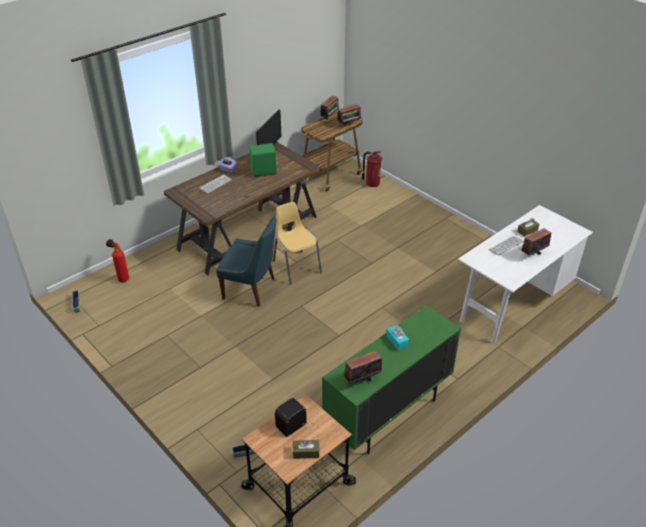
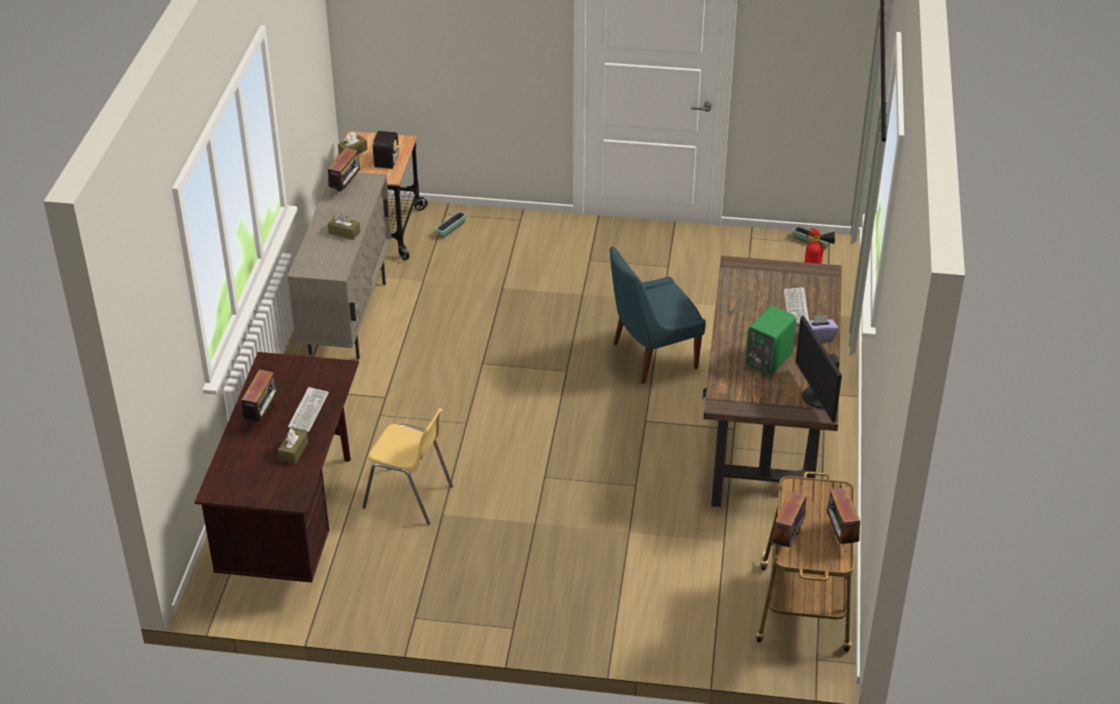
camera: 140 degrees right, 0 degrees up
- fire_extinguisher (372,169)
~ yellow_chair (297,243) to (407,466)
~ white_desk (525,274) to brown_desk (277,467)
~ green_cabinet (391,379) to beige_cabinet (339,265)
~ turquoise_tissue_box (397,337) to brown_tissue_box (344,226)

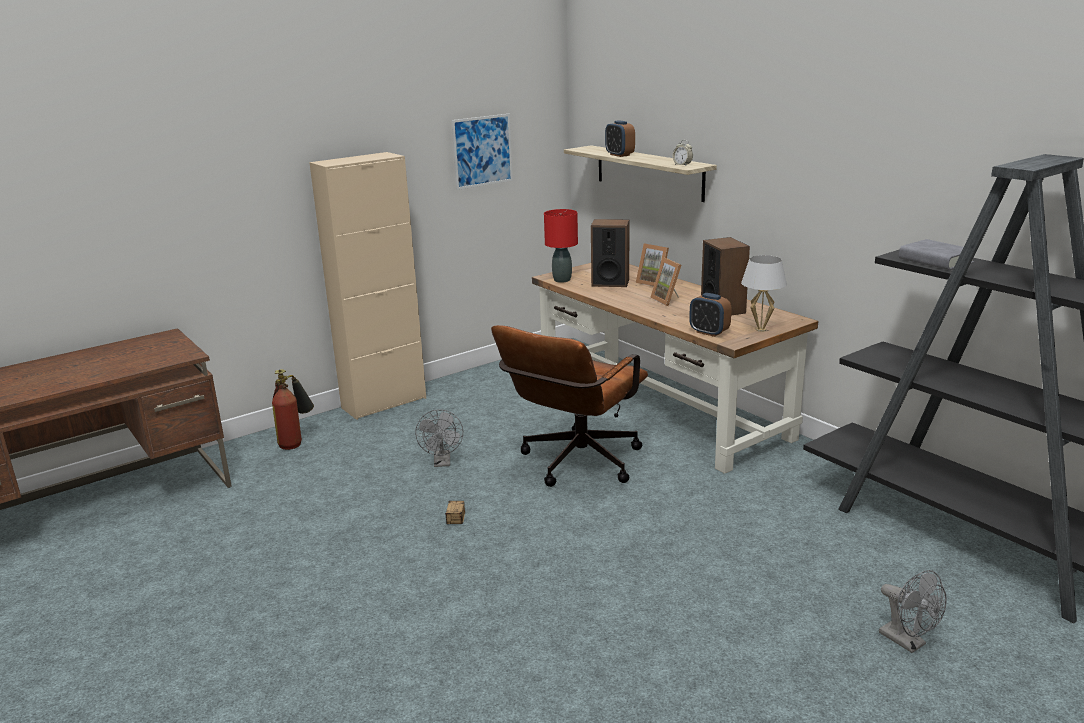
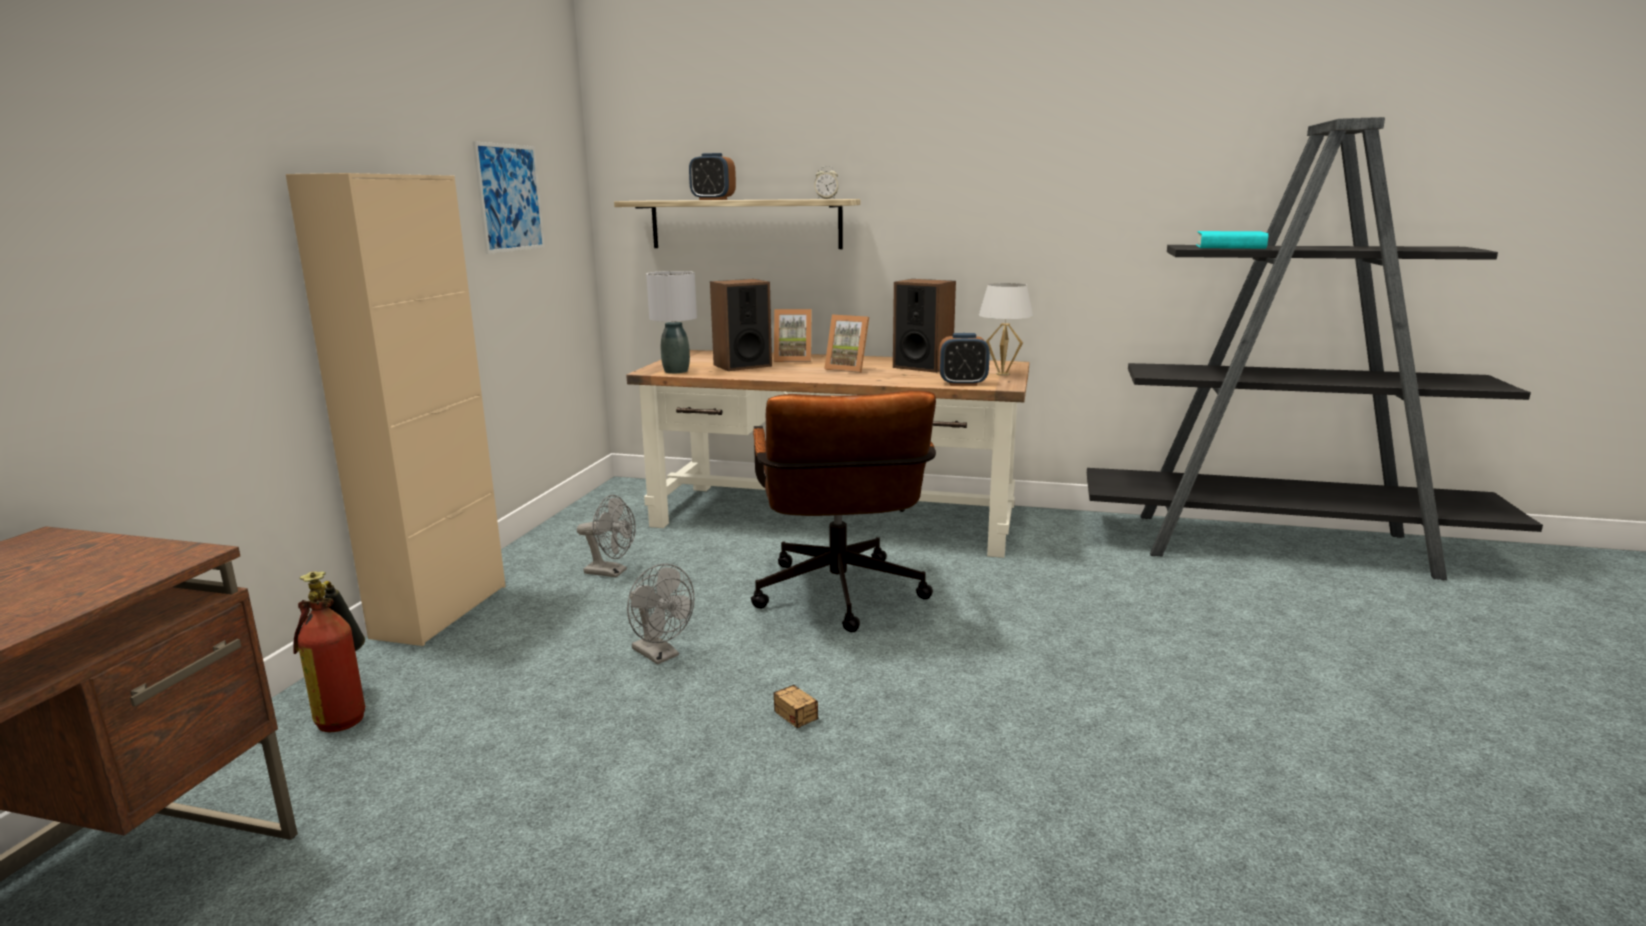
camera: 40 degrees left, 5 degrees down
~ red_table_lamp (561,246) to grey_table_lamp (671,322)
~ grey_book (936,254) to turquoise_book (1232,240)
~ grey_fan (913,611) to (606,536)

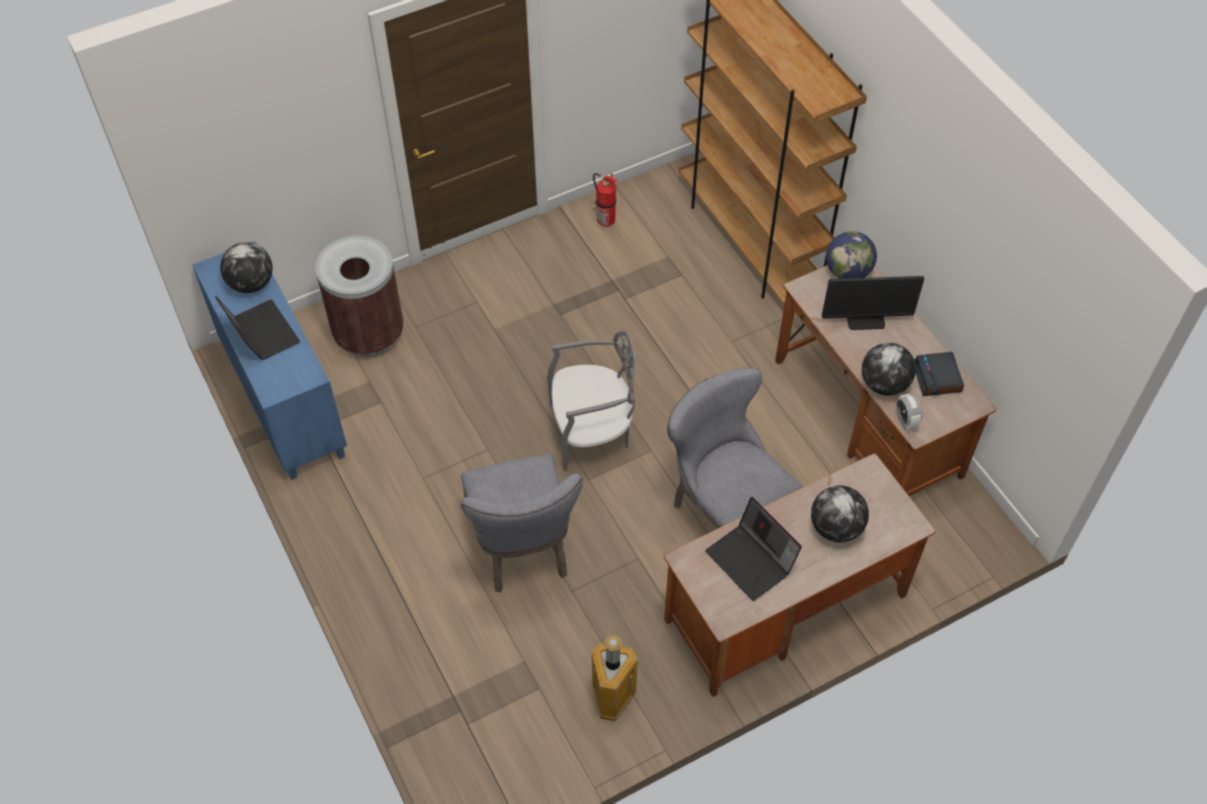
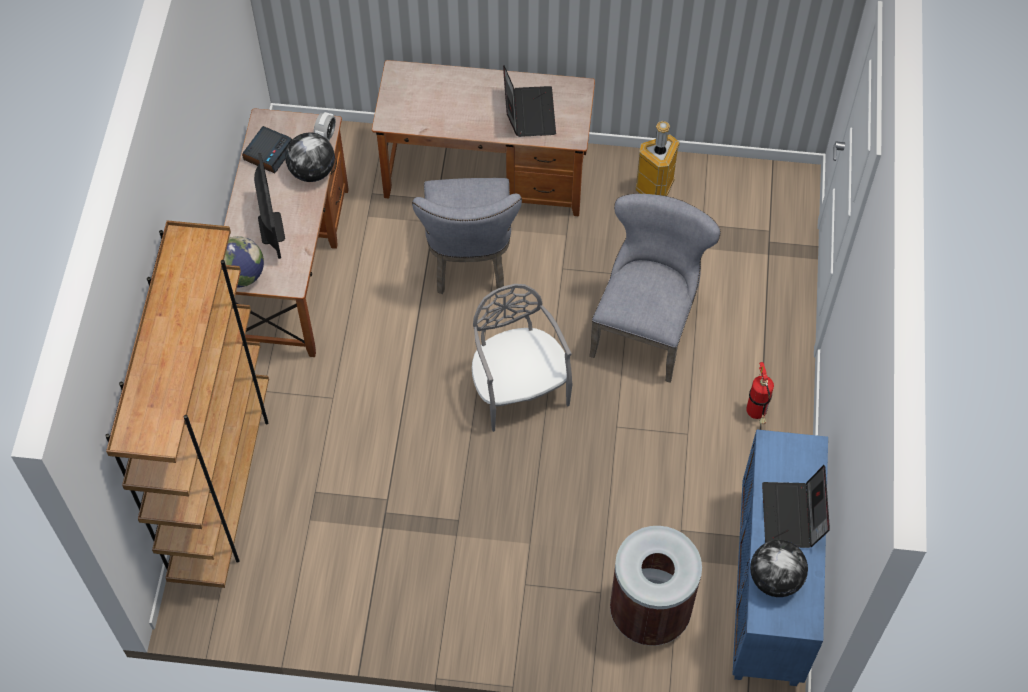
camera: 145 degrees left, 5 degrees up
~ fire_extinguisher (604,199) to (760,393)
~ monitor (873,303) = (269,206) 45 degrees clockwise
~ grey_chair (591,401) = (522,358) 45 degrees clockwise
- globe (840,514)

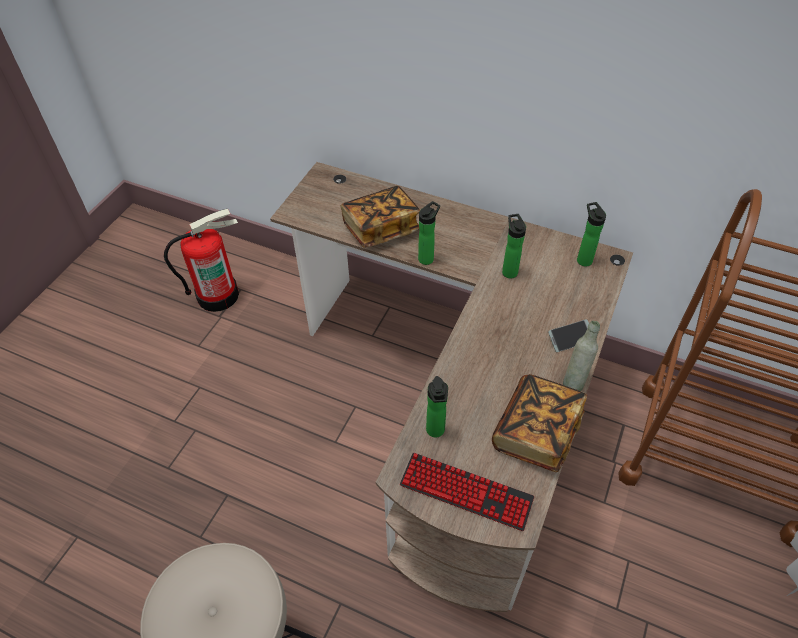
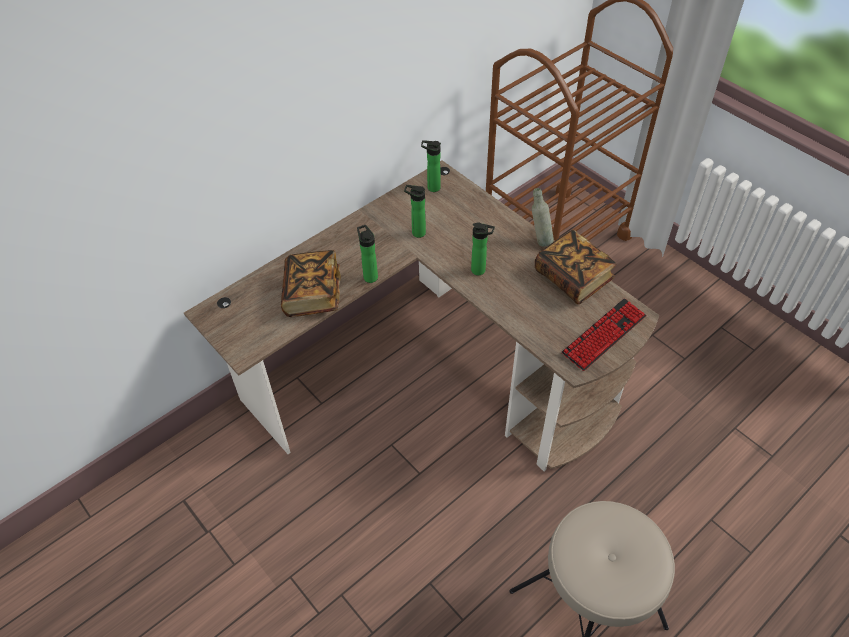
camera: 65 degrees left, 0 degrees up
- fire_extinguisher (201,260)
- phone (568,335)
~ bottle (437,407) to (483,248)

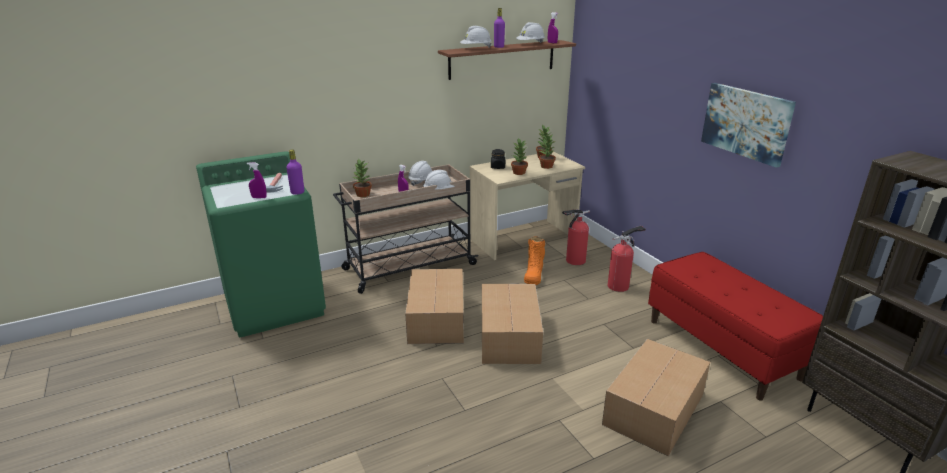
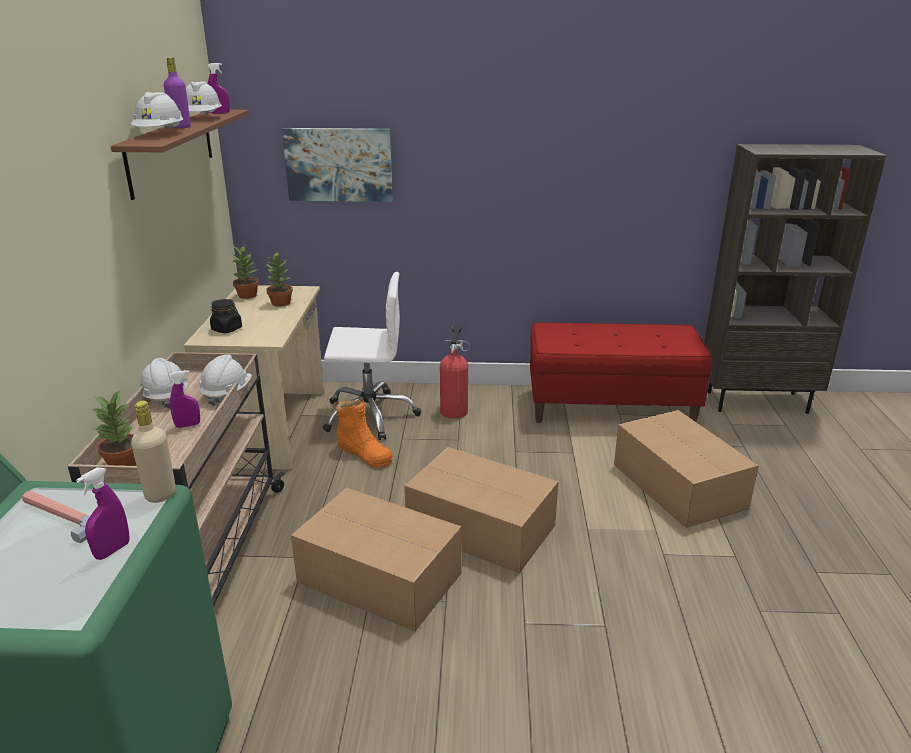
camera: 60 degrees left, 0 degrees up
~ picture (748,125) to (337,165)
- potted_plant (519,156)
~ purple_bottle (295,172) to beige_bottle (153,452)
~ fire_extinguisher (576,237) to white_office_chair (372,356)

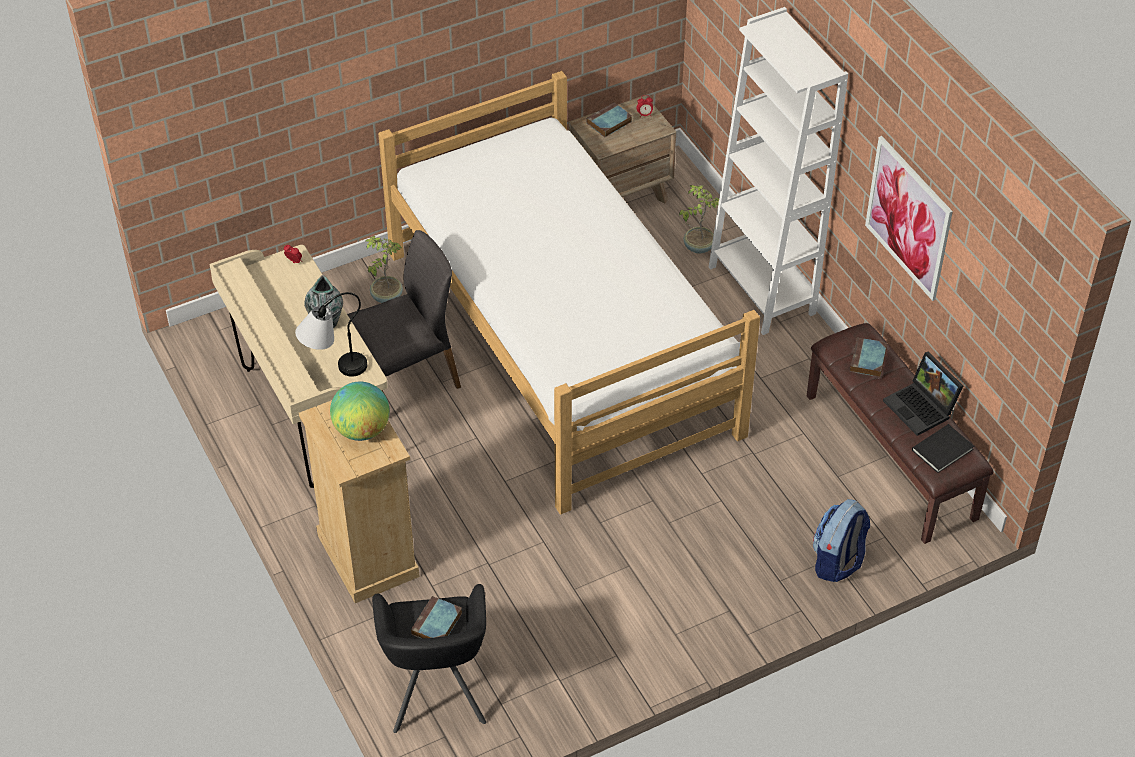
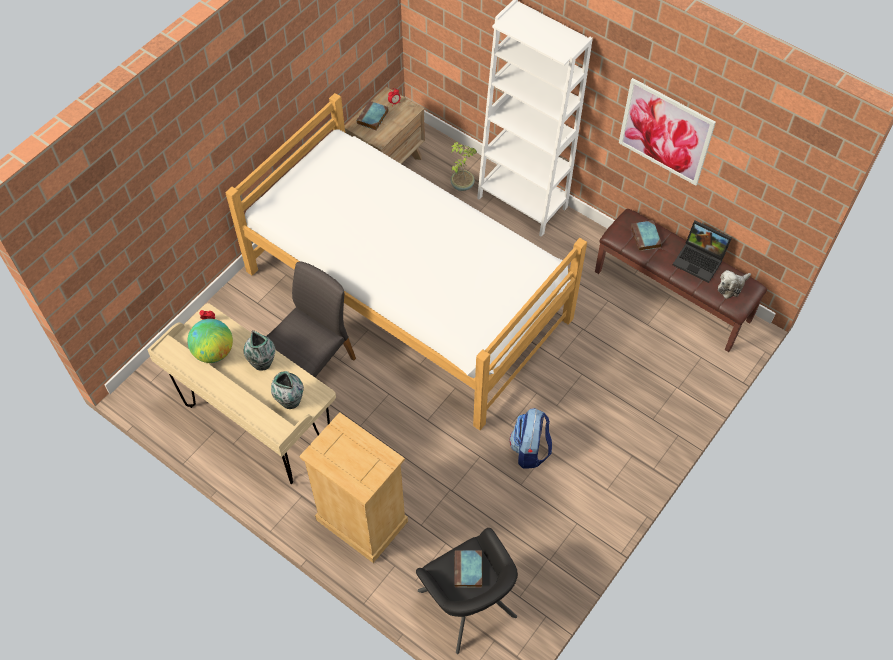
camera: 25 degrees left, 10 degrees up
- potted_plant (384,269)
~ table_lamp (331,334) to vase (287,390)
~ globe (360,411) to (210,341)
~ black_book (943,448) to plush_toy (734,284)
~ backpack (841,540) to (531,438)

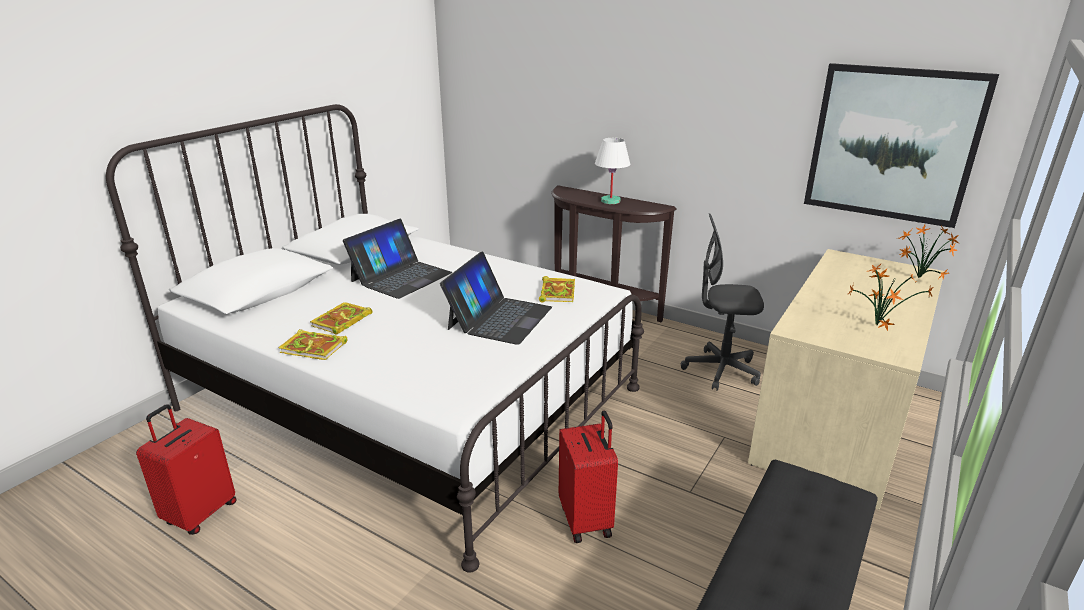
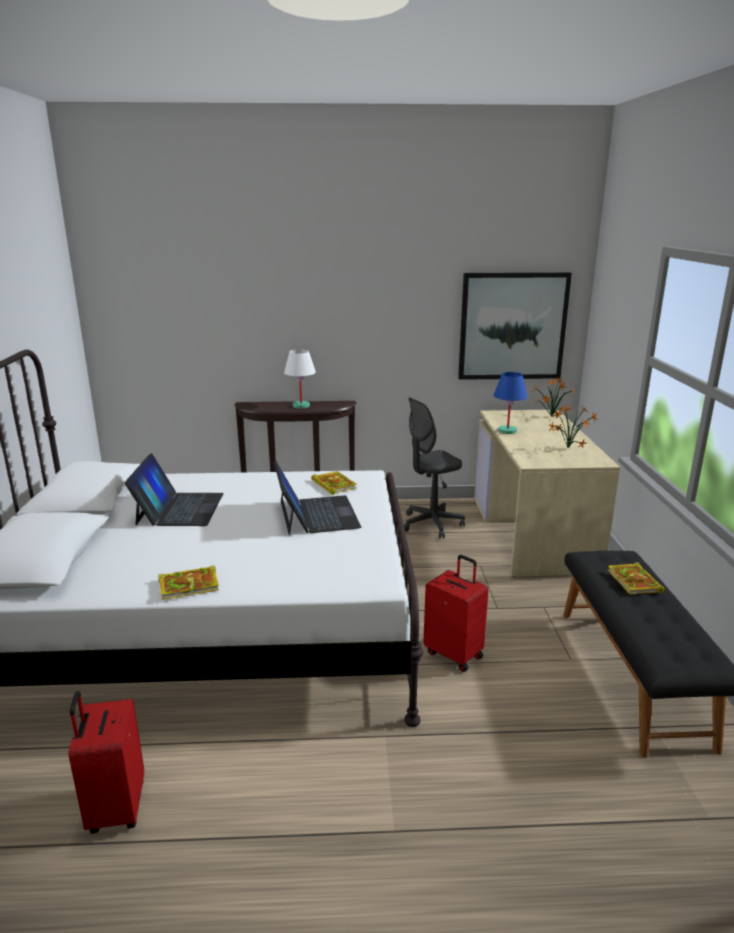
camera: 35 degrees left, 5 degrees down
~ book (341,318) to (636,578)
+ blue_table_lamp (510,403)

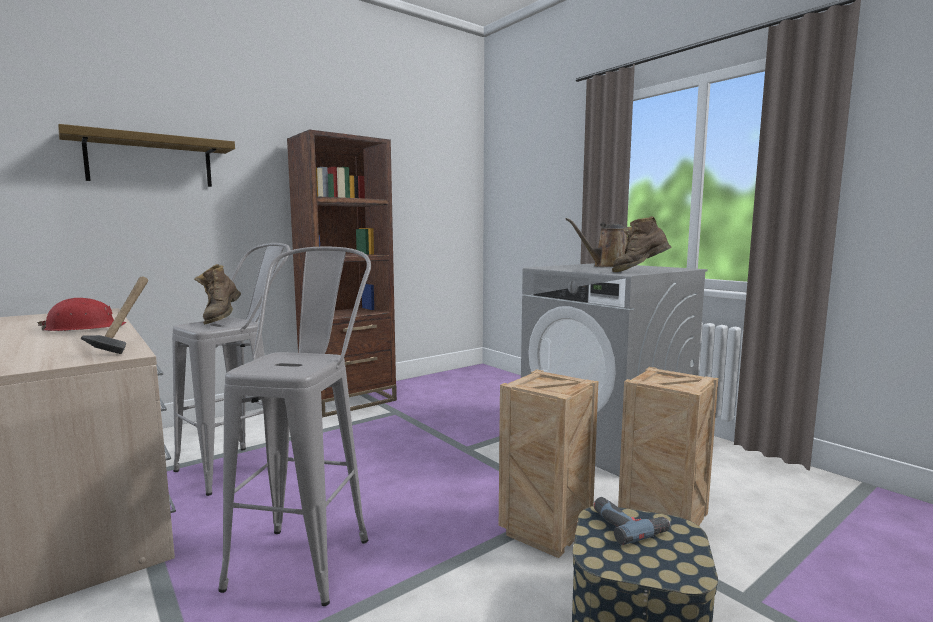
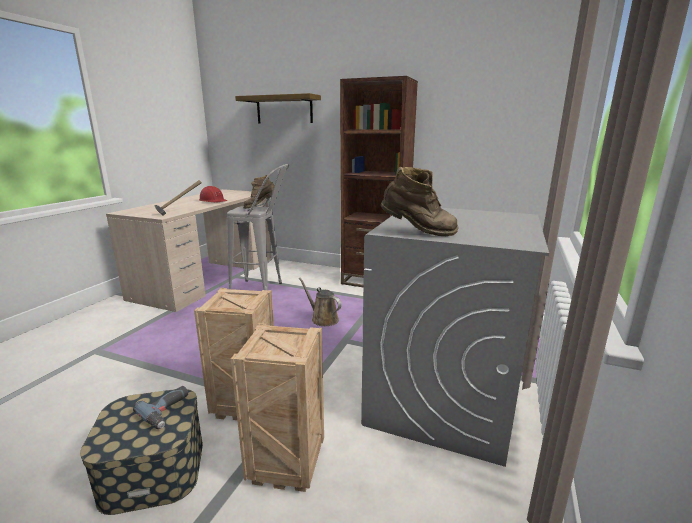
camera: 60 degrees right, 10 degrees up
~ brown_boot (642,244) = (420,201) 150 degrees clockwise
~ brown_watering_can (596,242) to (320,302)
- grey_stool (294,426)

